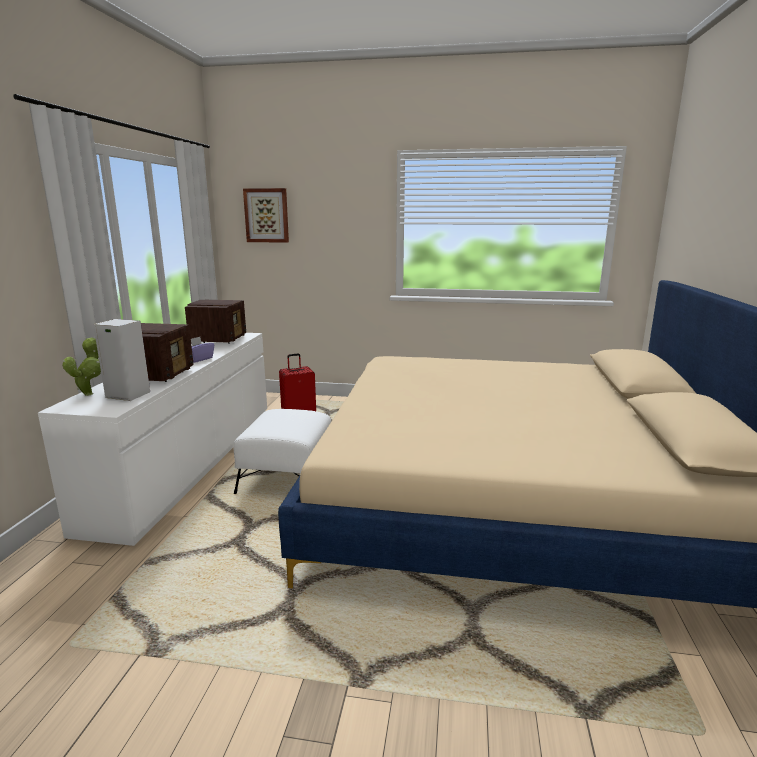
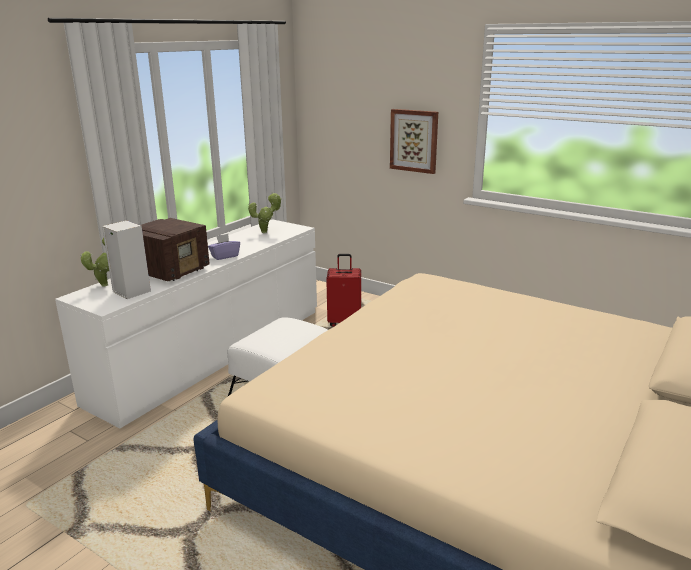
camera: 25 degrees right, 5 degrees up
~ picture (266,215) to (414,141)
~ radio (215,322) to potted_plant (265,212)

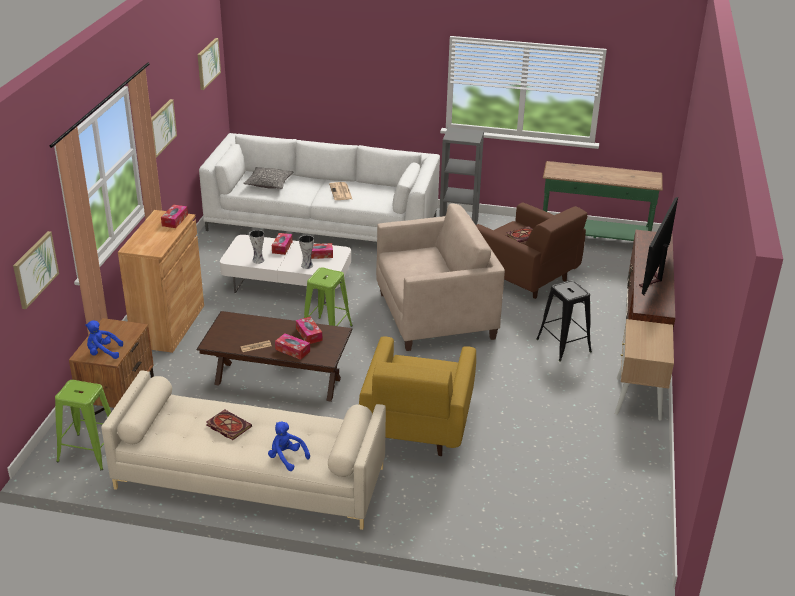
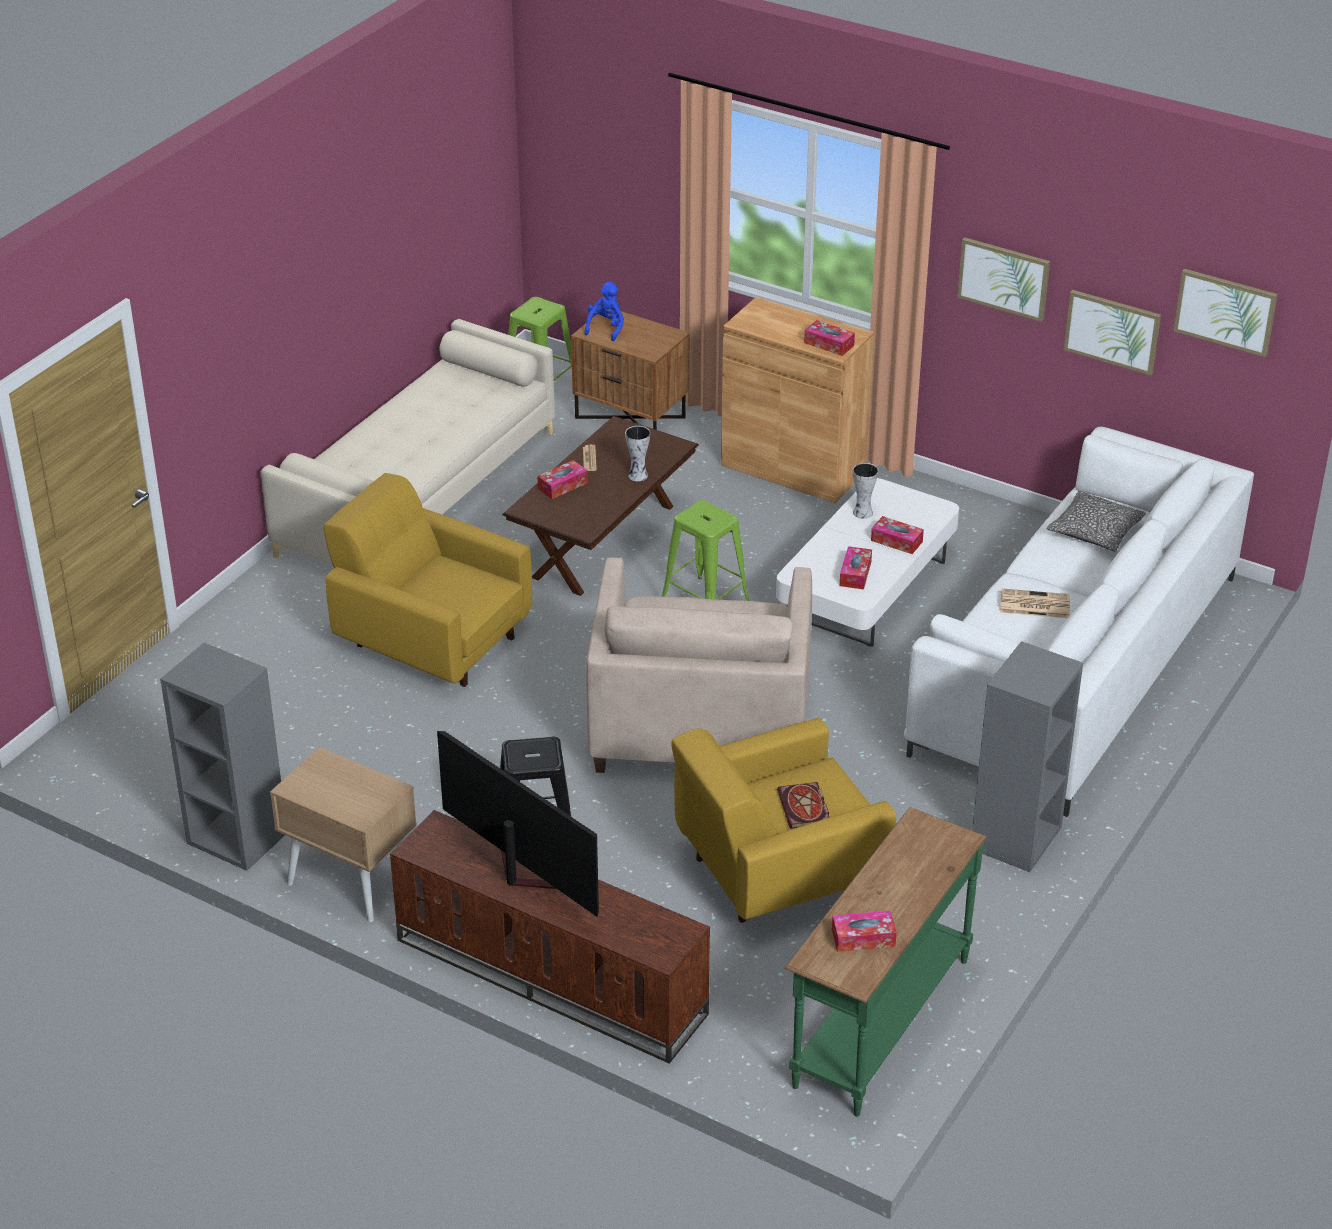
camera: 110 degrees right, 5 degrees up
~ brown_armchair (532,250) to yellow_armchair (783,820)
~ picture (36,270) to (1112,332)
~ vase (306,252) to (638,453)
~ tissue_box (309,330) to (864,931)
- book (229,424)
- blue_plush_toy (289,446)
+ grey_bookcase (222,757)

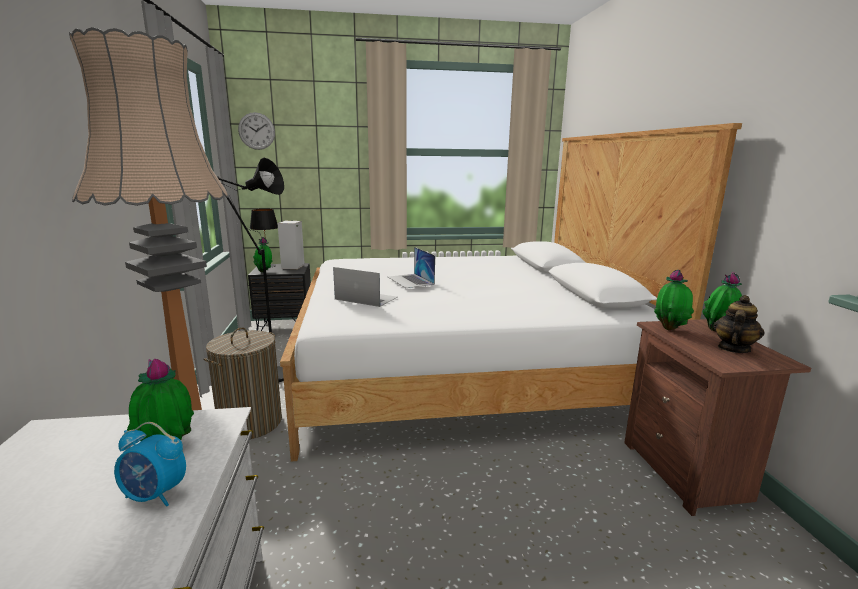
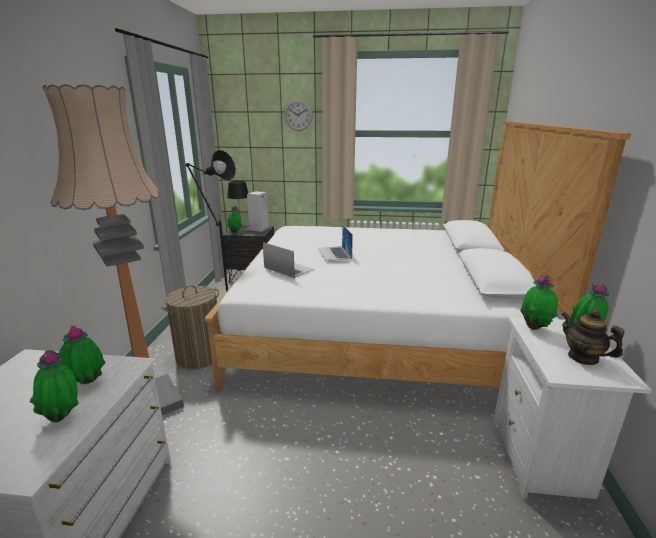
camera: 15 degrees right, 5 degrees up
~ wall_clock (256,131) to (298,115)
~ teapot (739,324) = (592,337) 90 degrees counterclockwise
~ brown_nightstand (717,417) to white_nightstand (573,408)
~ alarm_clock (150,464) to potted_plant (54,386)

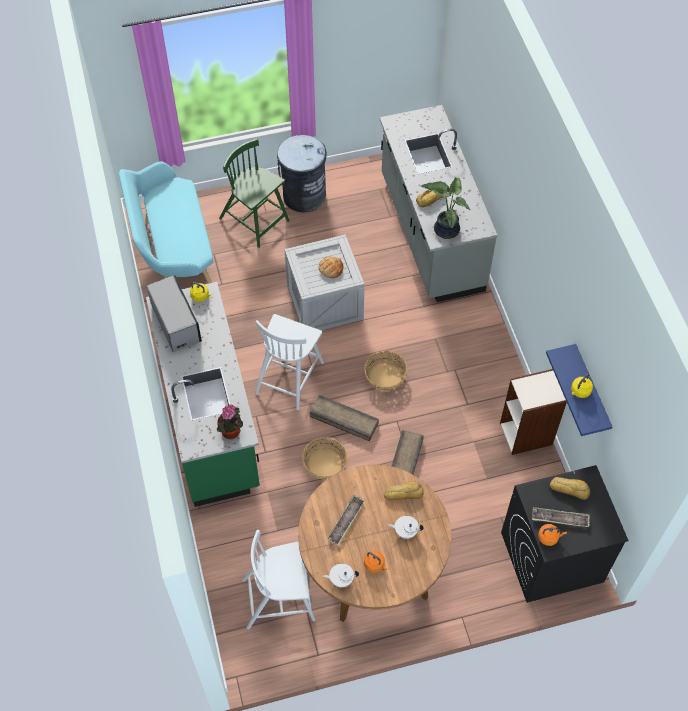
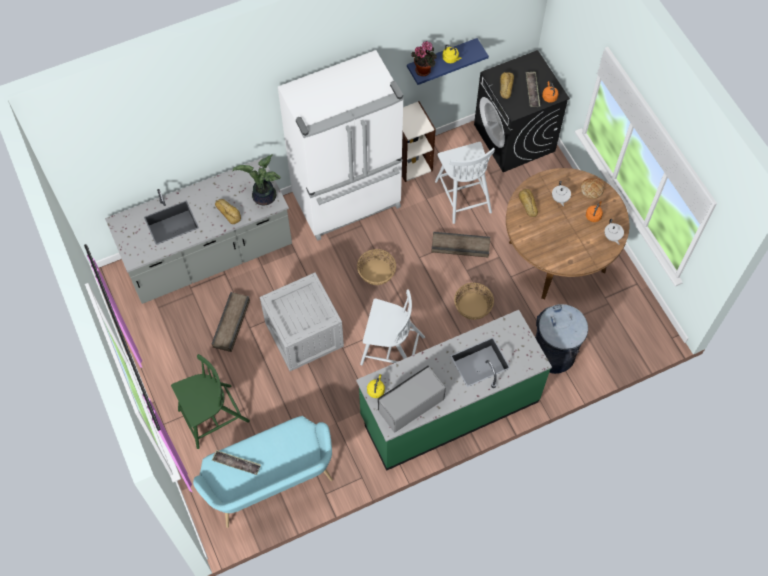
camera: 100 degrees left, 5 degrees up
~ grey_trash_can (302,173) to (561,339)
~ green_chair (254,193) = (210,401) 150 degrees counterclockwise
~ bread (331,267) to (592,188)
~ crate (344,418) to (231,322)
~ potted_plant (230,421) to (424,58)
~ tray (346,520) to (236,462)
~ white_chair (278,579) to (465,183)
+ white_fridge (341,145)

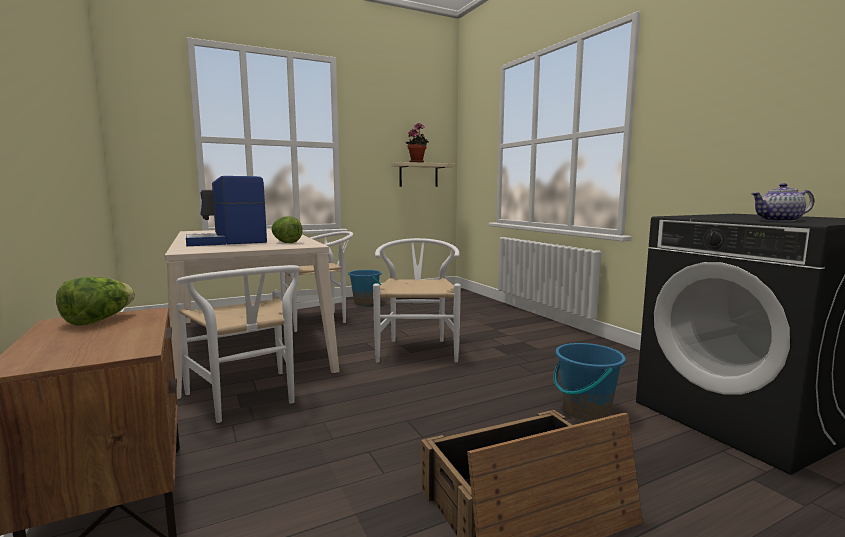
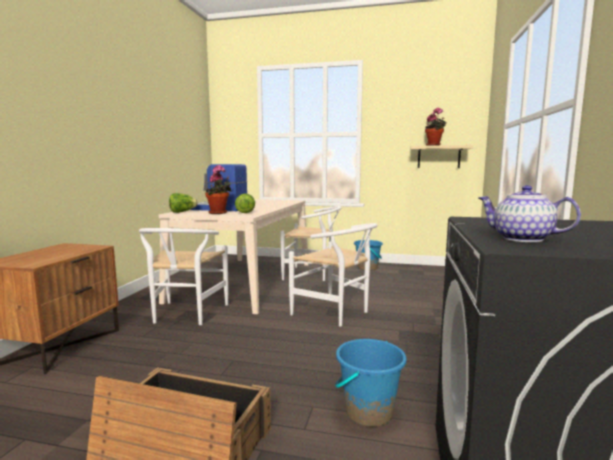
camera: 40 degrees right, 0 degrees up
~ white_chair (417,300) = (333,275) 90 degrees clockwise
~ lettuce (95,301) to (183,203)
+ potted_plant (218,189)

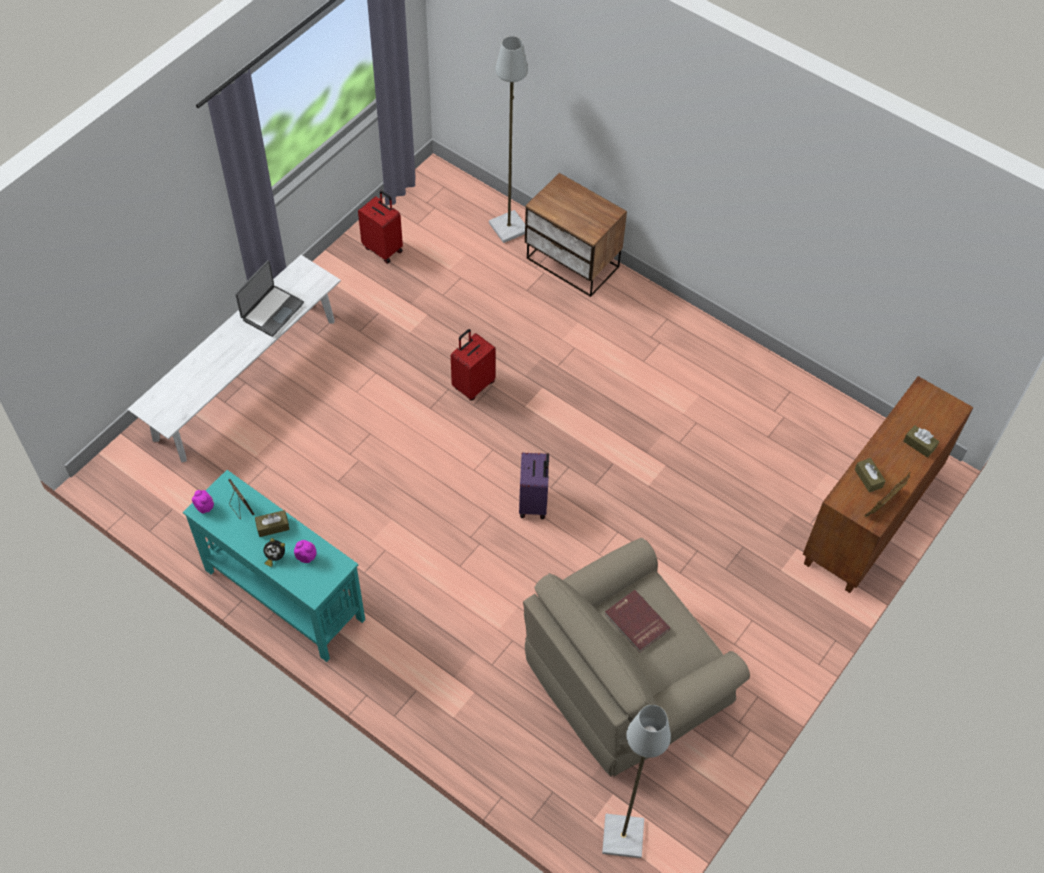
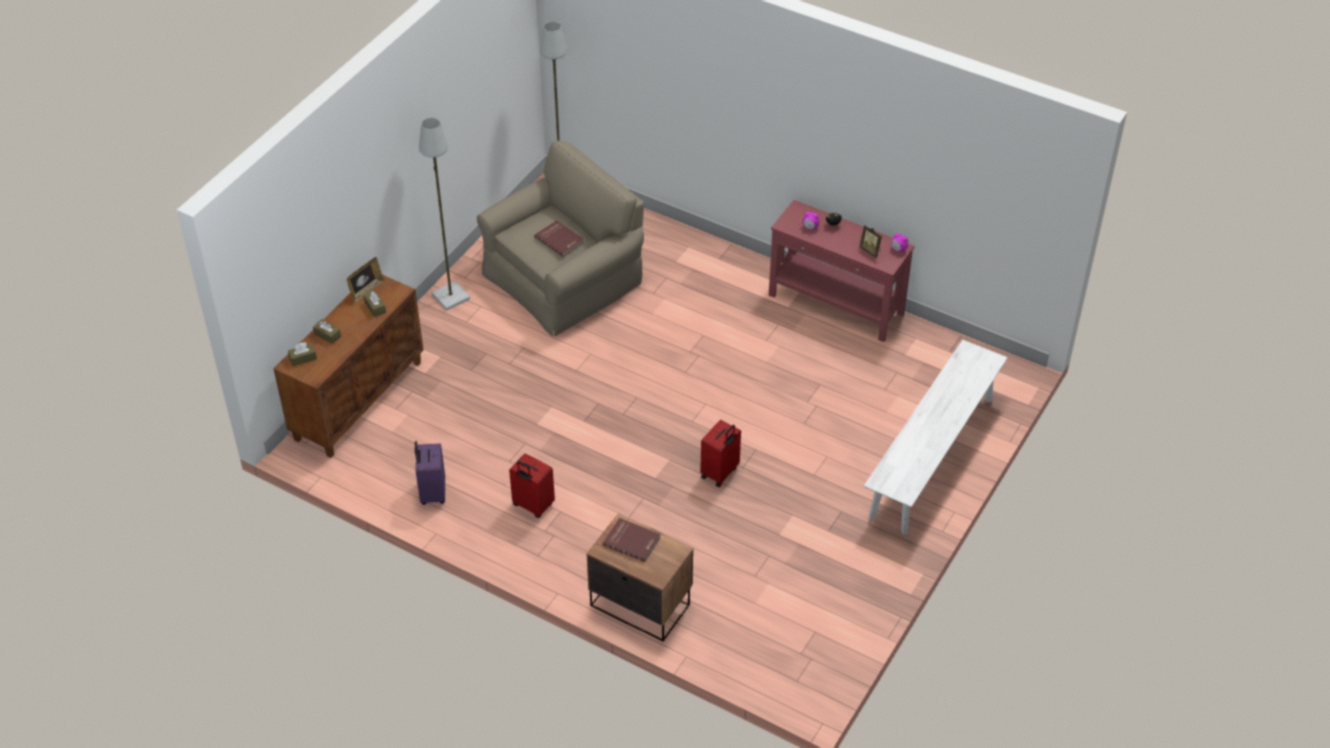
camera: 175 degrees right, 10 degrees down
~ grey_floor_lamp (508,139) to (444,214)
~ red_suitcase (380,227) to (532,485)
- laptop (269,298)
~ purple_suitcase (534,486) to (430,473)
~ turquoise_console_table (274,566) to red_console_table (842,271)
~ brown_tissue_box (272,523) to (302,354)
+ red_book (632,540)

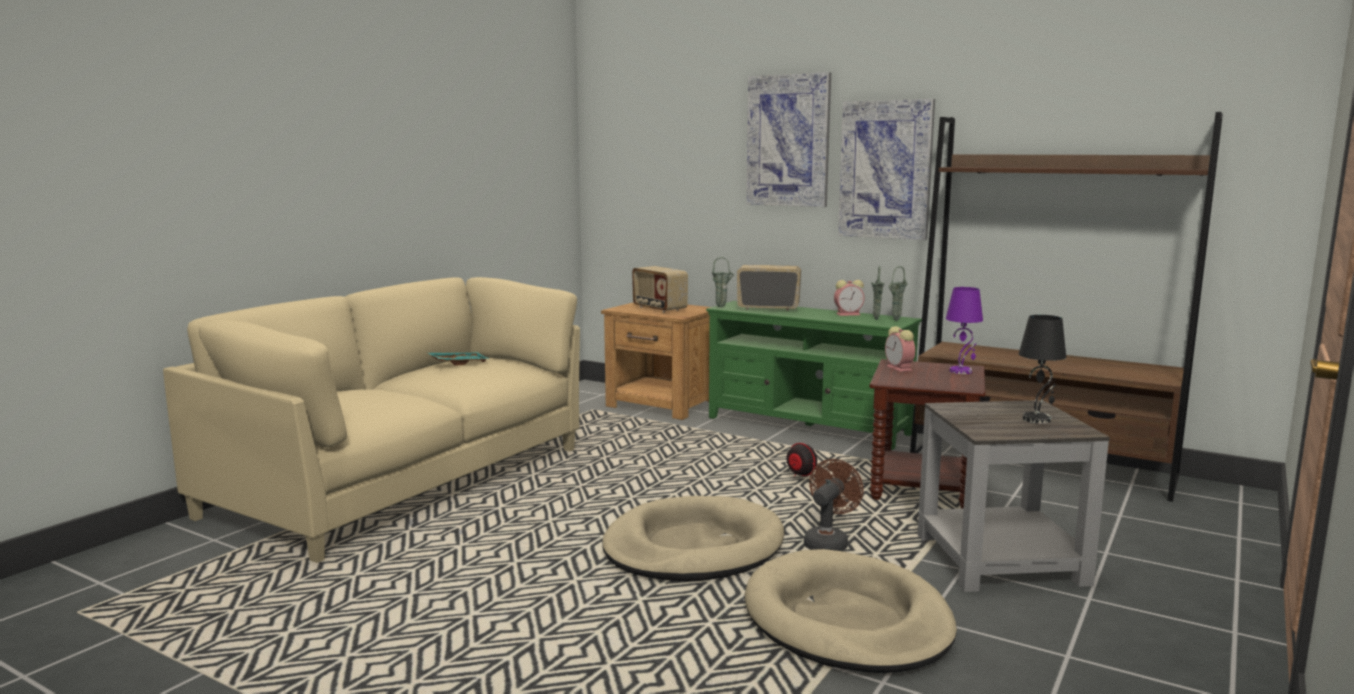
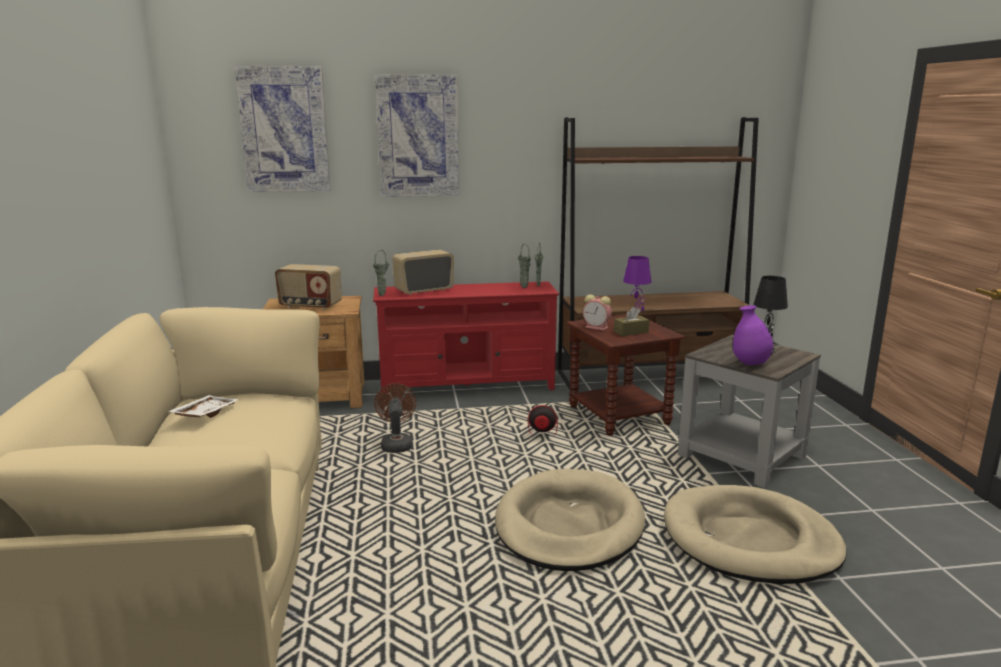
camera: 40 degrees left, 5 degrees up
~ picture (886,169) to (282,128)
- alarm_clock (849,298)
~ green_tv_stand (814,375) to red_tv_stand (466,337)
~ turquoise_tray (459,358) to white_tray (203,406)
~ brown_fan (834,505) to (395,418)
+ purple_vase (753,335)
+ brown_tissue_box (632,321)

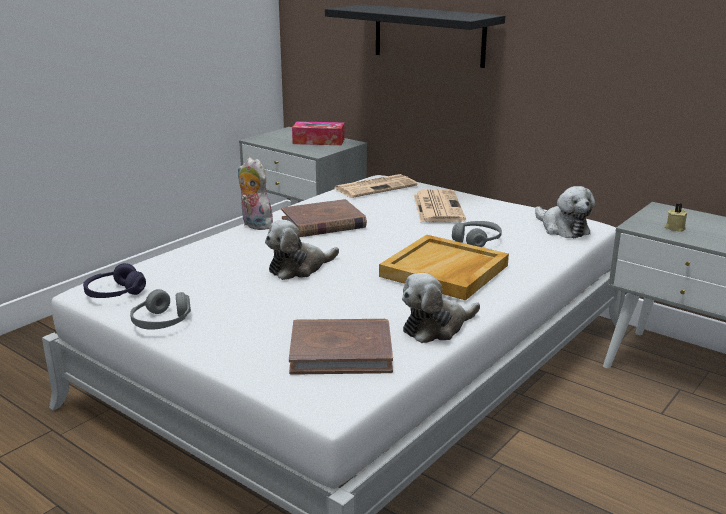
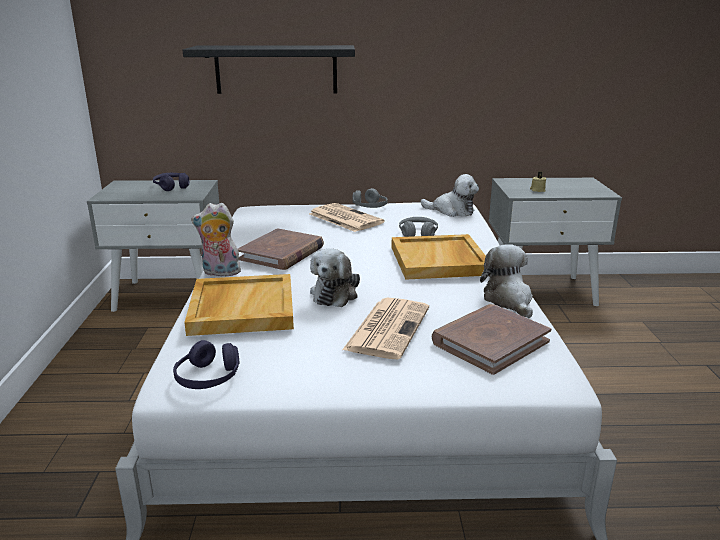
camera: 40 degrees left, 0 degrees up
~ tissue_box (318,133) to purple_headphones (171,182)
~ newspaper (376,186) to (385,328)
~ plush_toy (441,308) = (506,281) 150 degrees clockwise
~ grey_headphones (160,309) to (370,198)
+ beige_tray (239,305)

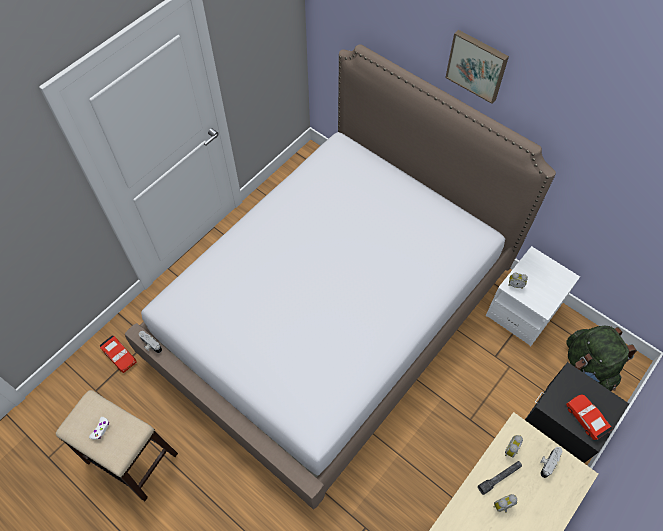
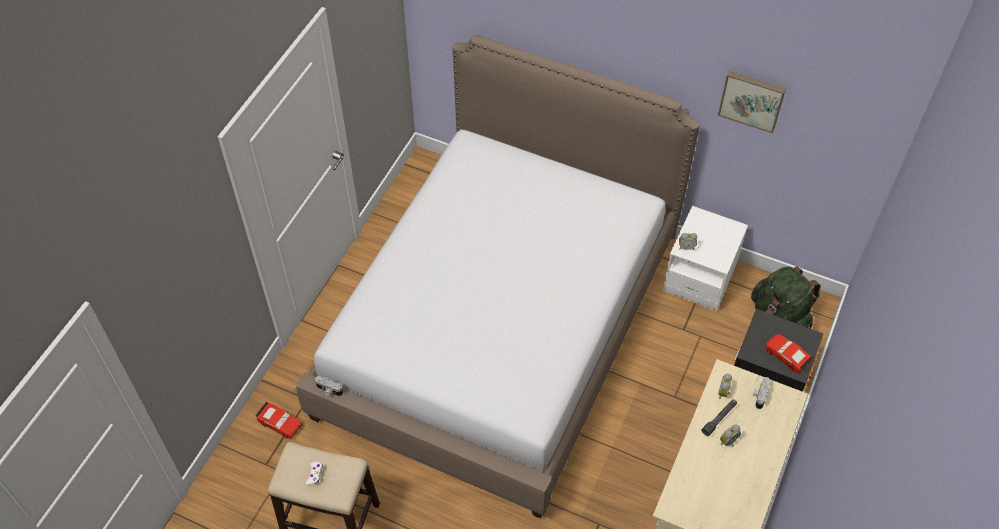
camera: 15 degrees left, 5 degrees down
~ picture (477,67) to (752,102)

